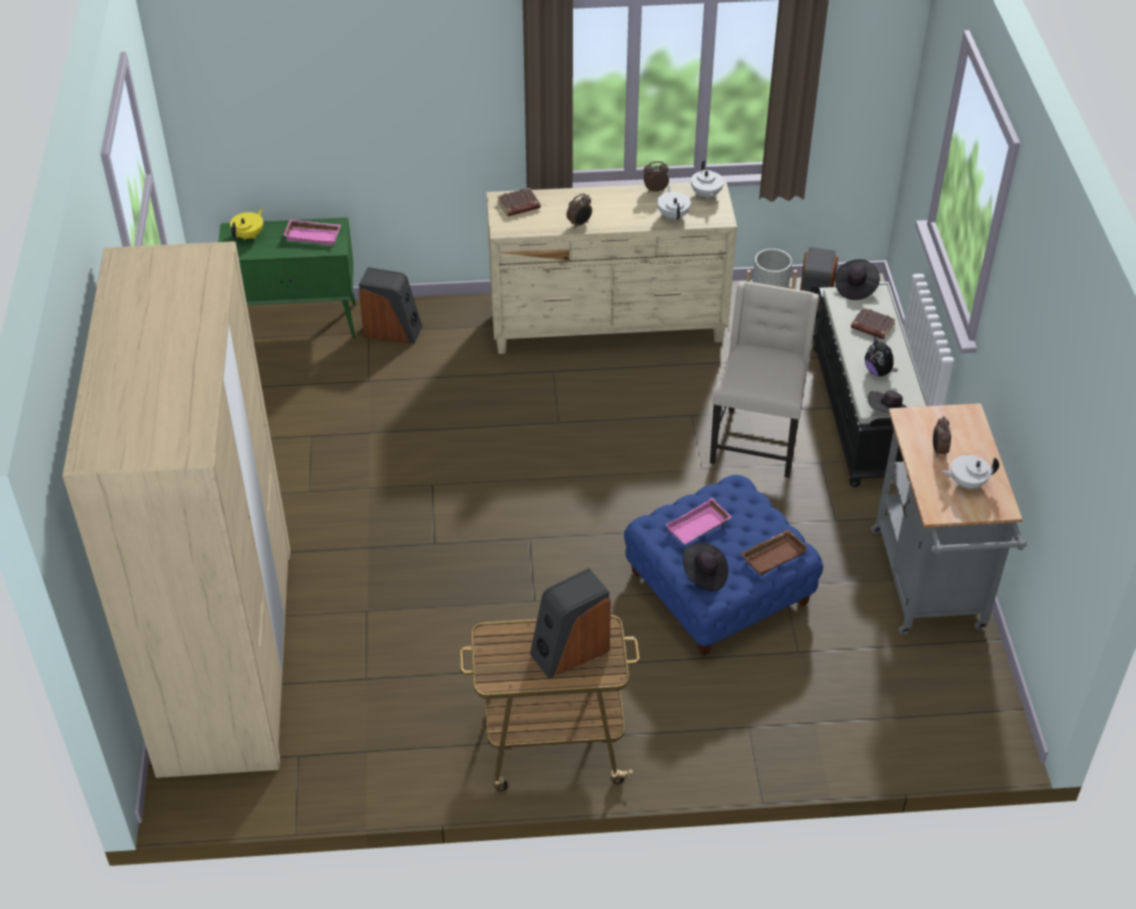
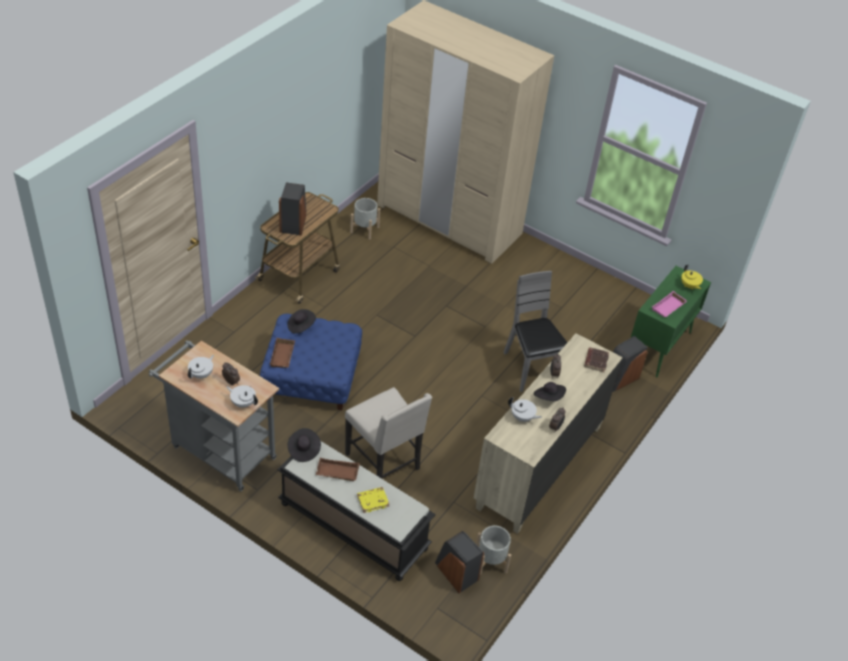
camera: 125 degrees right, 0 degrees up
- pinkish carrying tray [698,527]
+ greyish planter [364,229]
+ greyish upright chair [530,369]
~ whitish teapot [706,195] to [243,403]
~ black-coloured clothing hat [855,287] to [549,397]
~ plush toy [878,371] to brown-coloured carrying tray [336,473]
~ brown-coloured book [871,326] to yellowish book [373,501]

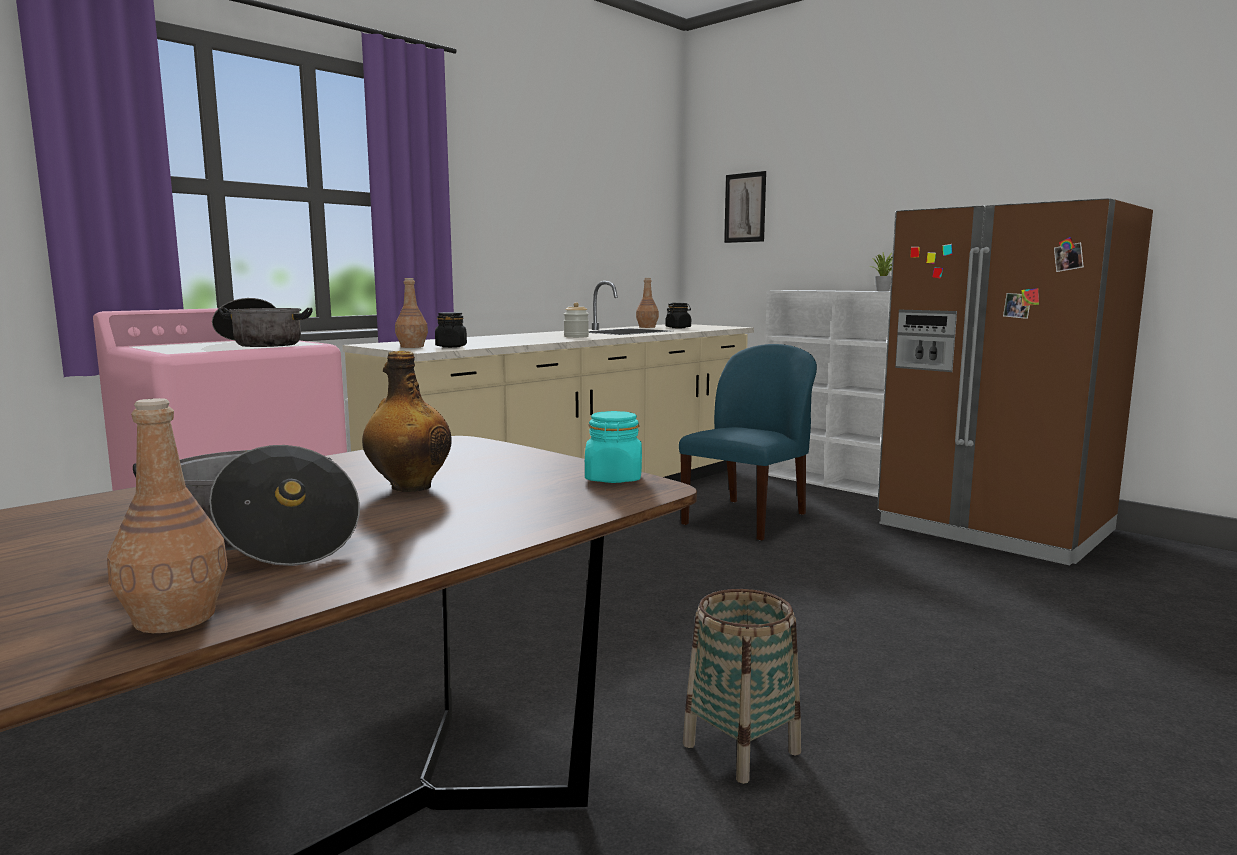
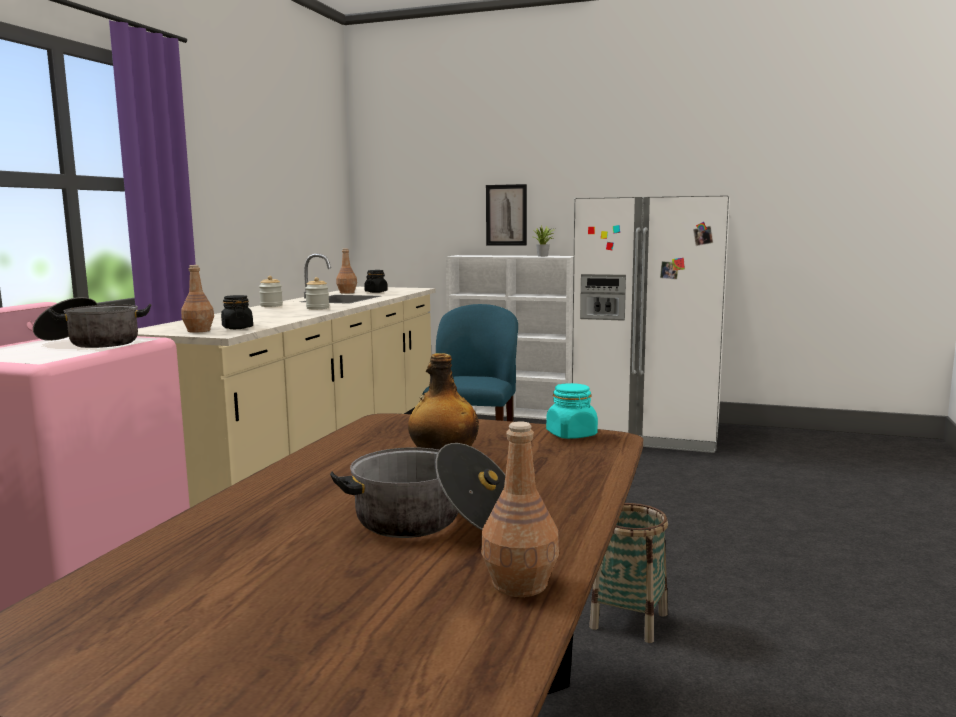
camera: 25 degrees left, 0 degrees up
+ preserve jar [271,306]
~ wall art [745,207] to [506,215]
~ brown-coloured kitchen fridge [994,528] to whitish kitchen fridge [648,433]

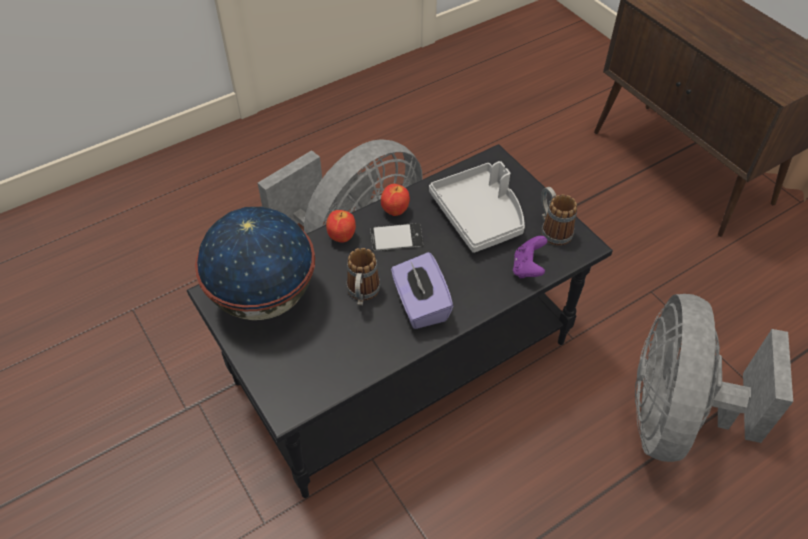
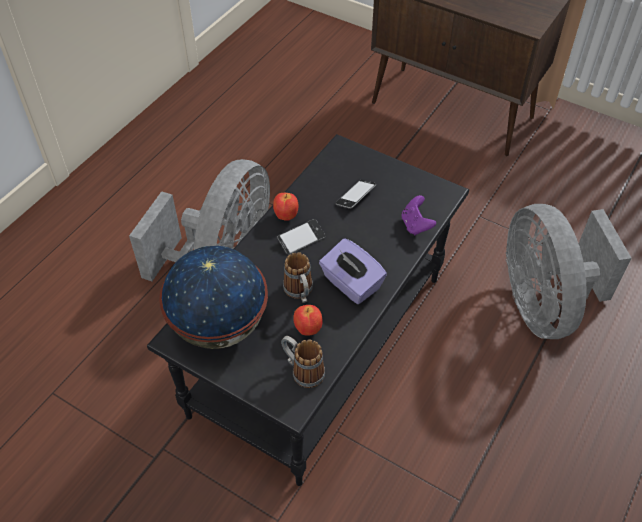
camera: 25 degrees left, 0 degrees up
~ apple [341,237] to [307,329]
~ mug [552,229] to [302,370]
~ greyish carrying tray [479,215] to phone [355,197]

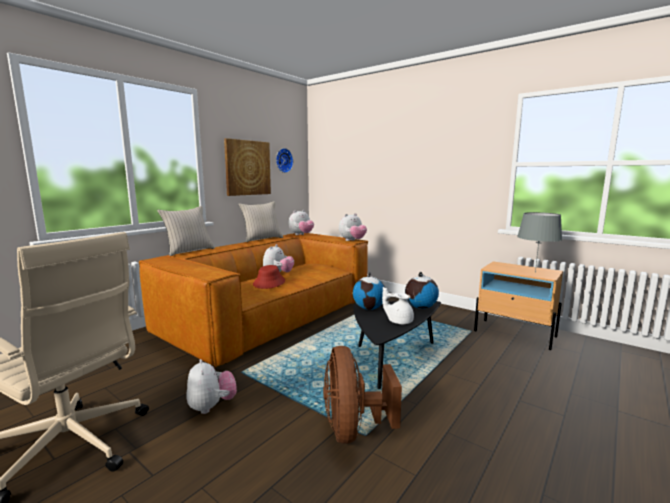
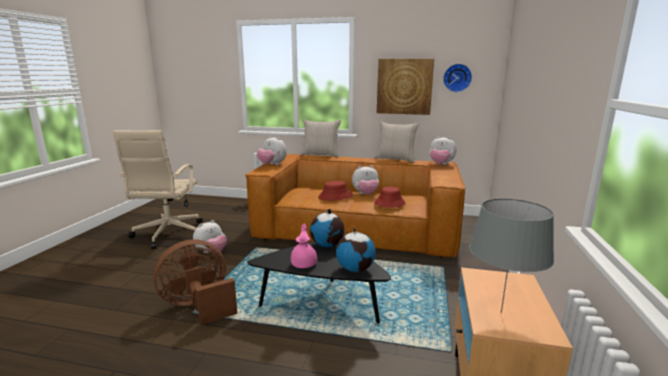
camera: 65 degrees right, 5 degrees up
+ red-coloured clothing hat [389,203]
~ plush toy [352,240] to [272,165]
~ whitish teapot [399,321] to pinkish teapot [304,263]

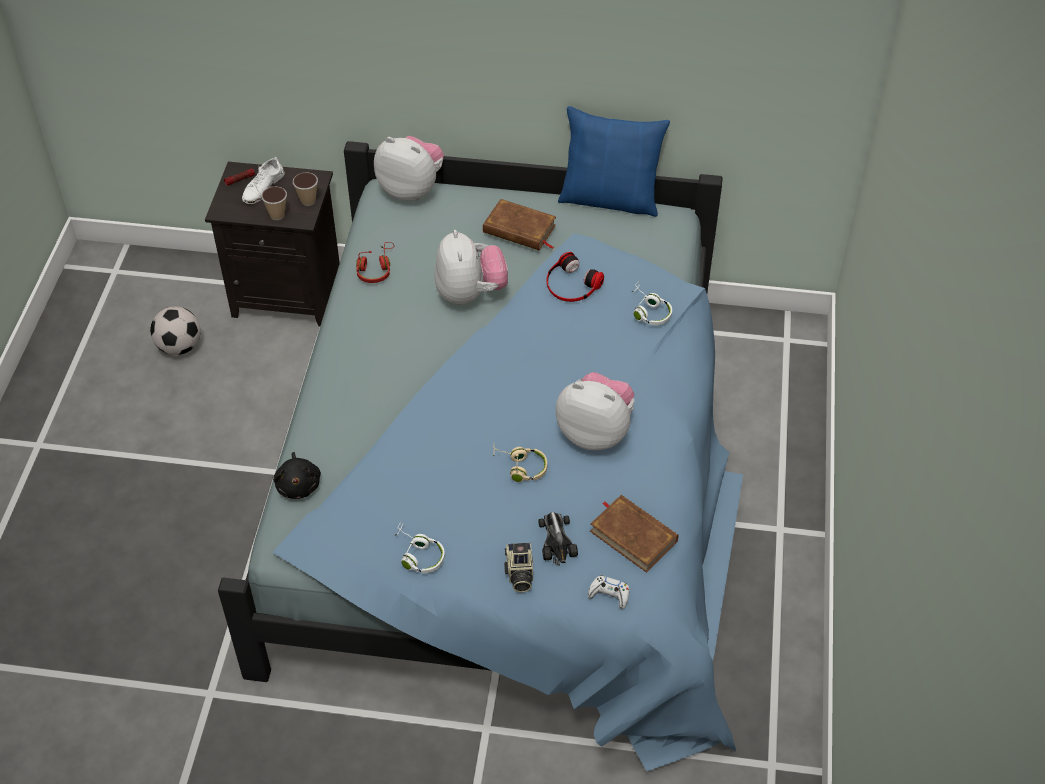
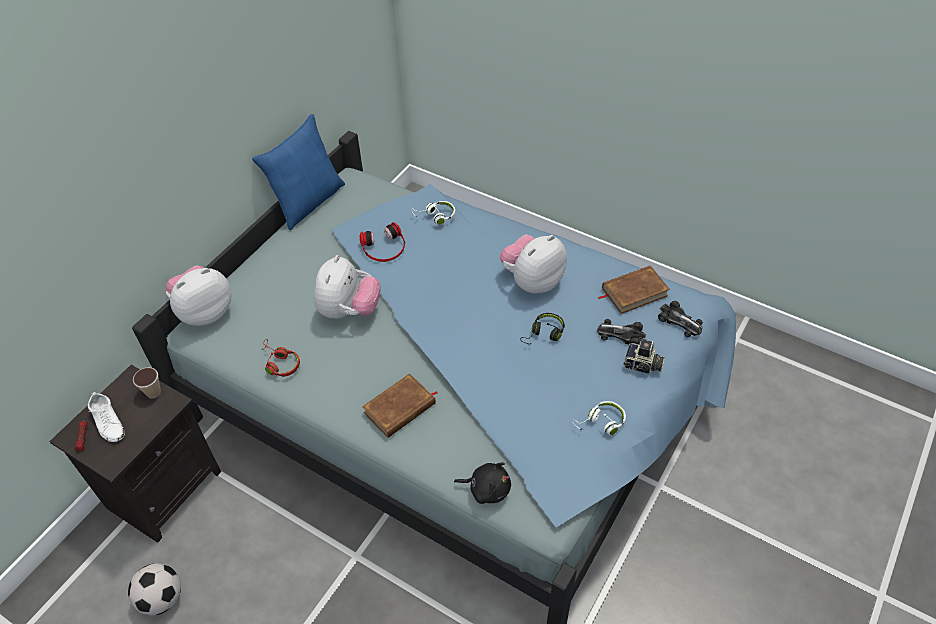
camera: 65 degrees left, 0 degrees up
- drinking cup [277,215]
~ brown-coloured book [519,229] to [400,408]
~ whitish joypad [609,594] to toy car [679,321]
~ beige-coloured headset [520,467] to black-coloured headset [544,334]
~ plush toy [470,293] = [349,310] 90 degrees clockwise

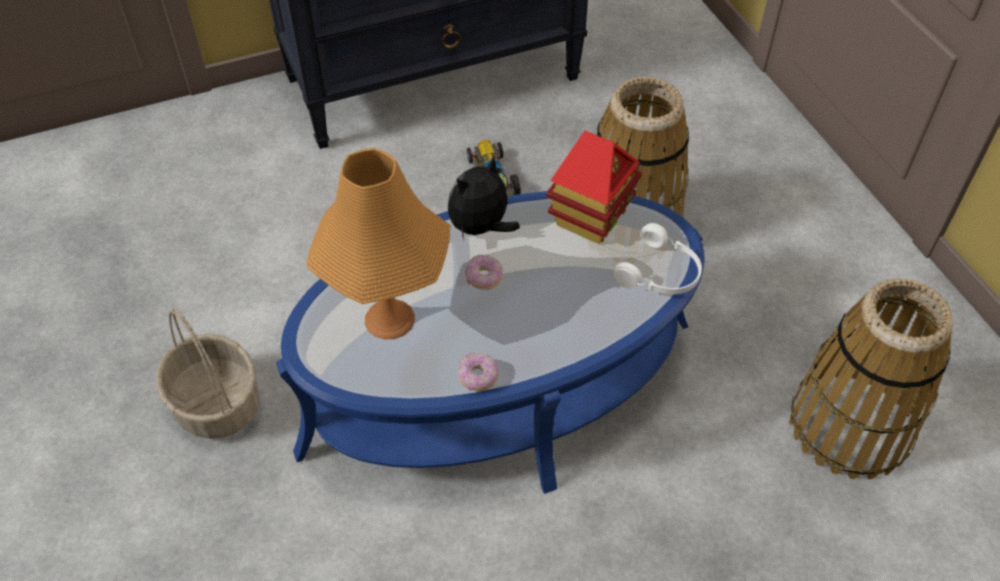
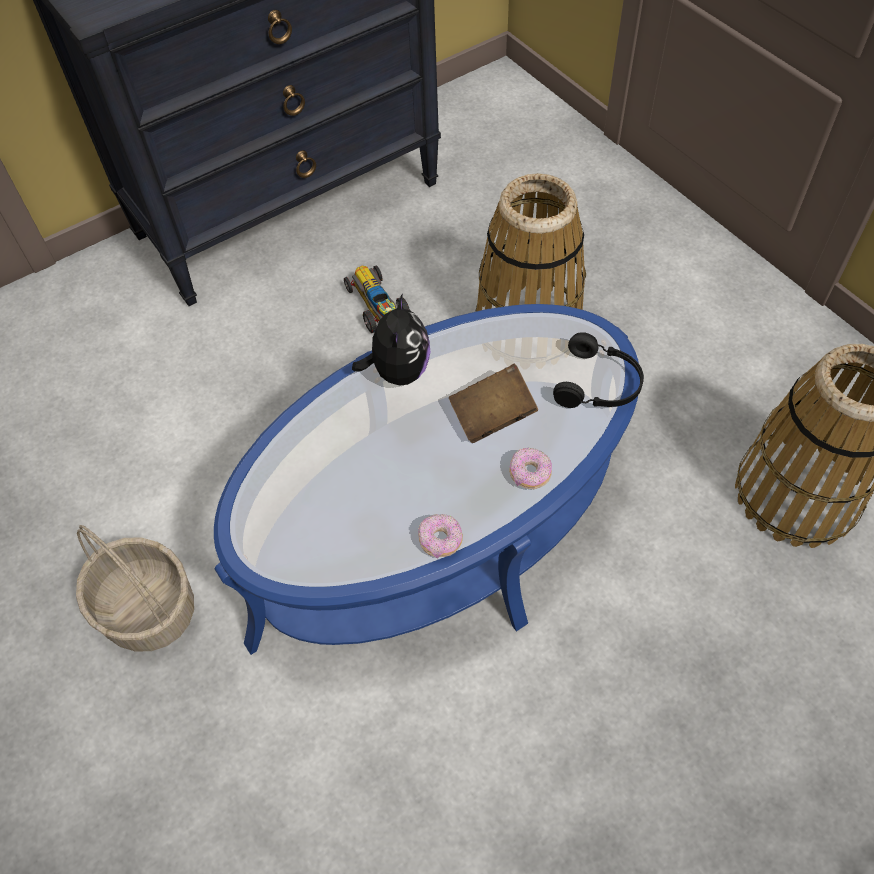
camera: 10 degrees left, 5 degrees up
- orangey tabletop lamp [390,319]
- miniature house [590,217]
+ brown-coloured book [492,415]
~ doughnut [483,278] to [529,474]
~ whitish headset [661,274] to black-coloured headset [599,384]
~ plush toy [481,228] = [398,371] 150 degrees clockwise

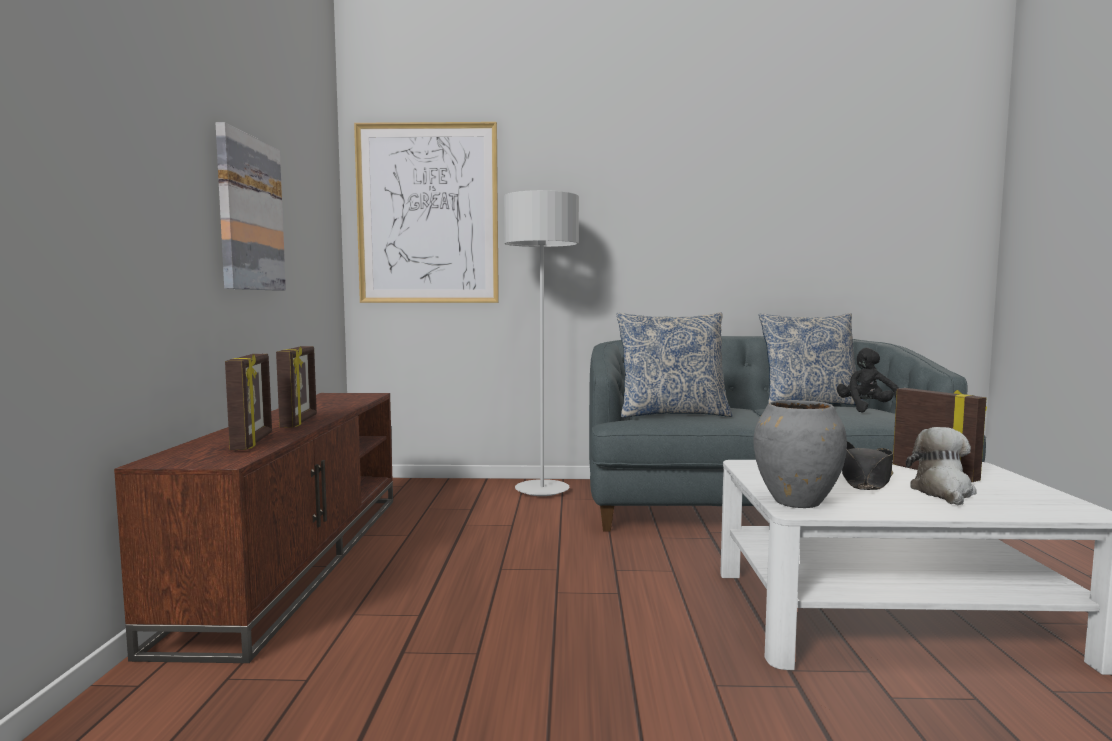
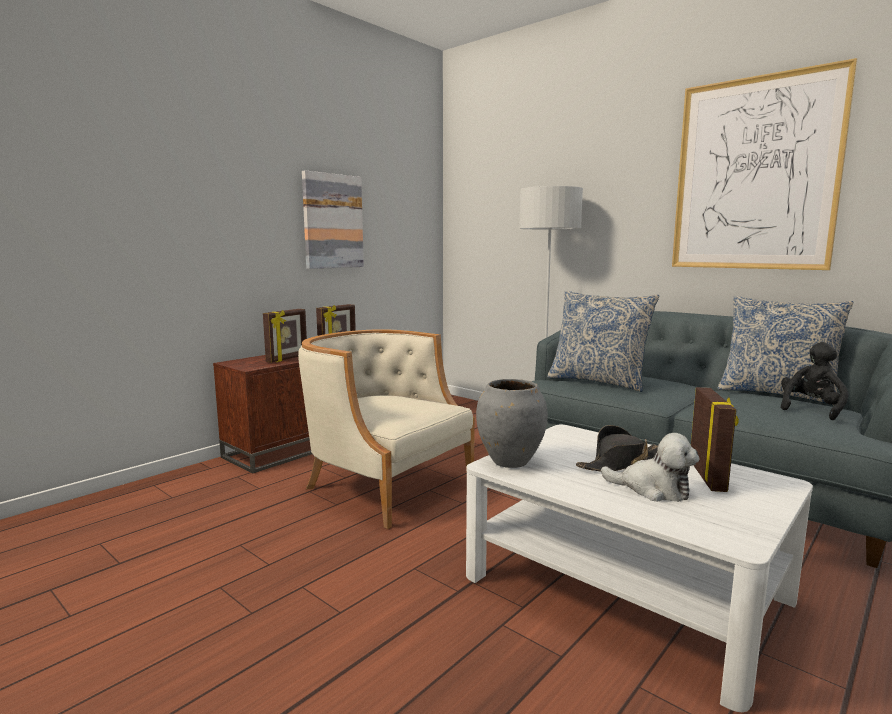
camera: 40 degrees right, 5 degrees up
+ beige-coloured armchair [385,485]
~ wall art [428,214] to [755,175]
~ plush toy [943,492] = [653,489] 60 degrees clockwise

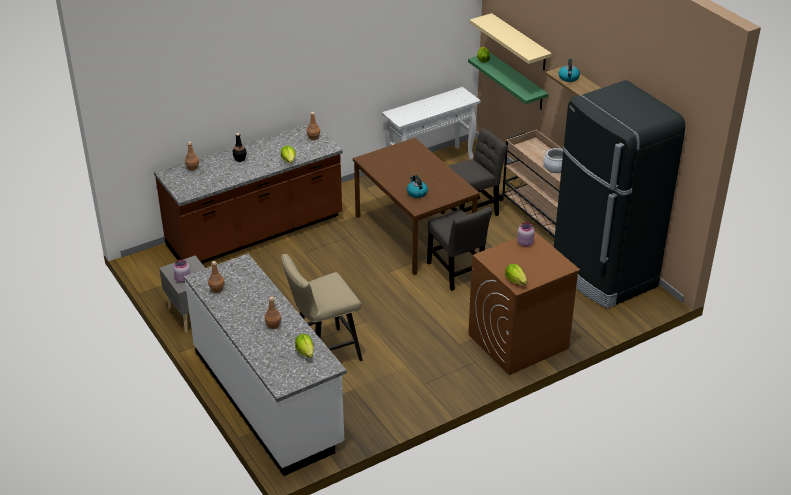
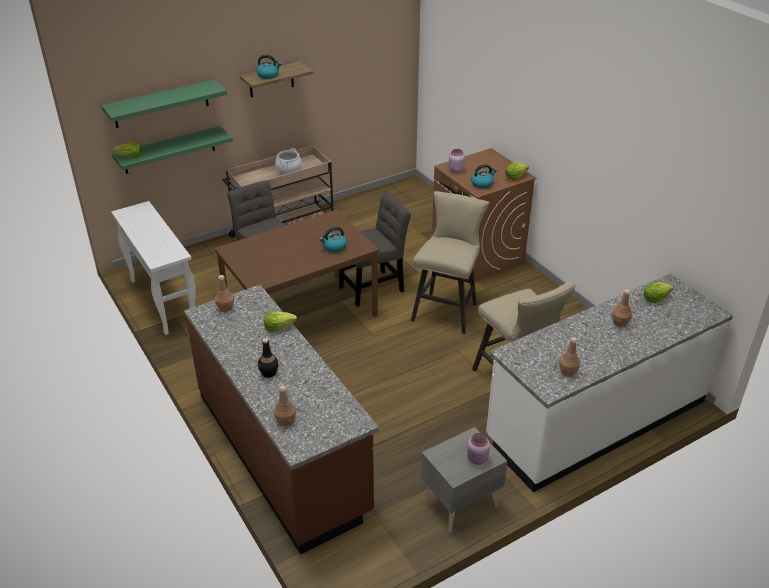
camera: 90 degrees left, 0 degrees up
- black-coloured kitchen fridge [602,275]
+ beige-coloured sitting stool [447,310]
+ kettle [482,184]
~ beige-coloured wall shelf [520,42] to green wall shelf [161,104]

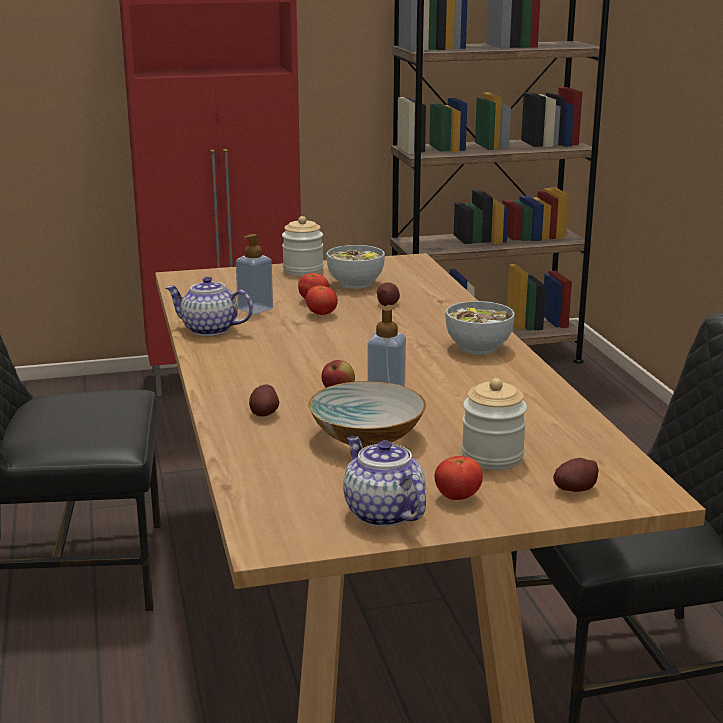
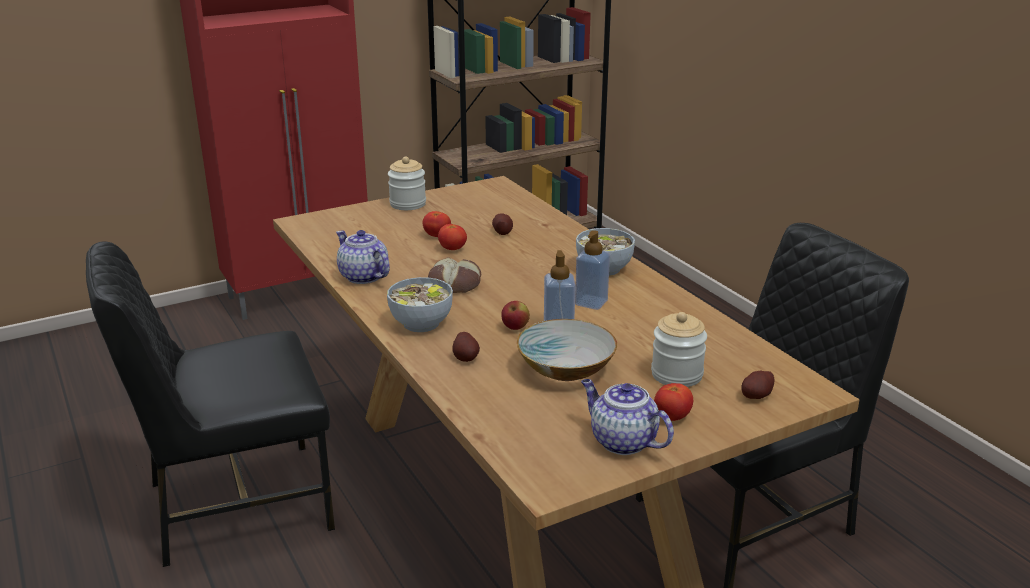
camera: 15 degrees left, 5 degrees up
+ bakery bread [456,283]
~ soap bottle [255,309] to [591,303]
~ deep dish [355,283] to [421,323]
~ teapot [209,330] = [363,276] 45 degrees clockwise

